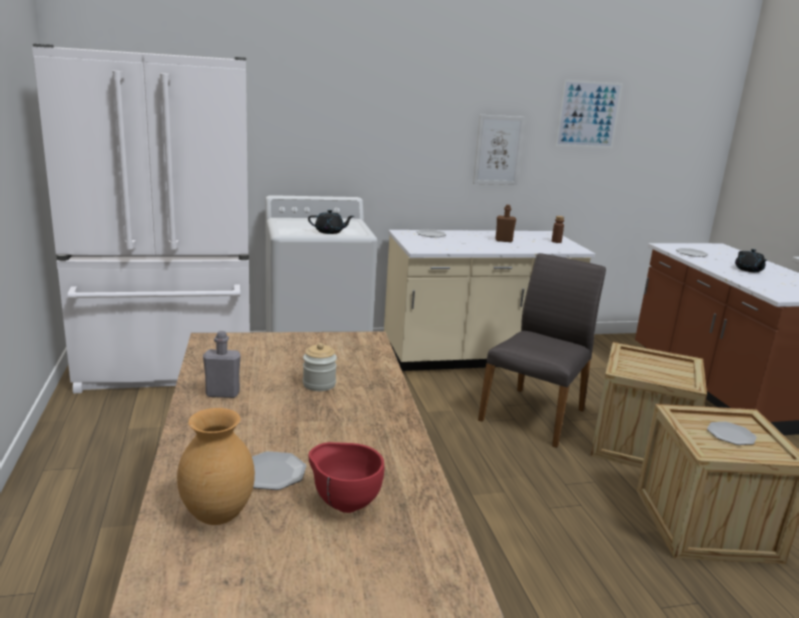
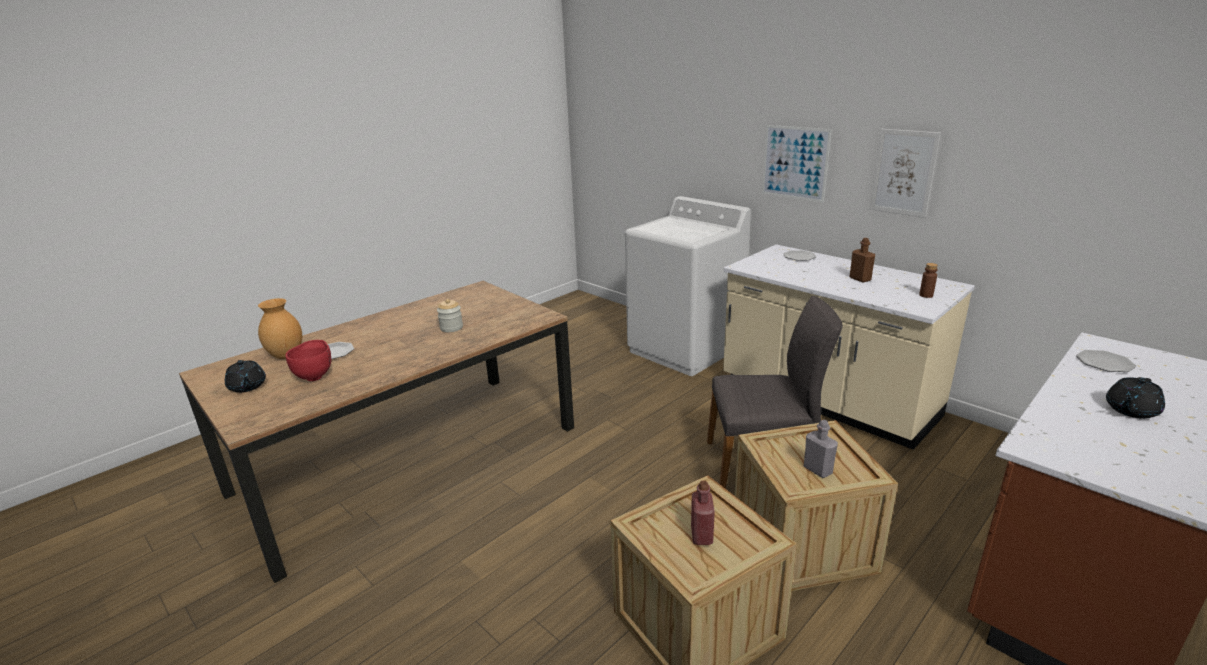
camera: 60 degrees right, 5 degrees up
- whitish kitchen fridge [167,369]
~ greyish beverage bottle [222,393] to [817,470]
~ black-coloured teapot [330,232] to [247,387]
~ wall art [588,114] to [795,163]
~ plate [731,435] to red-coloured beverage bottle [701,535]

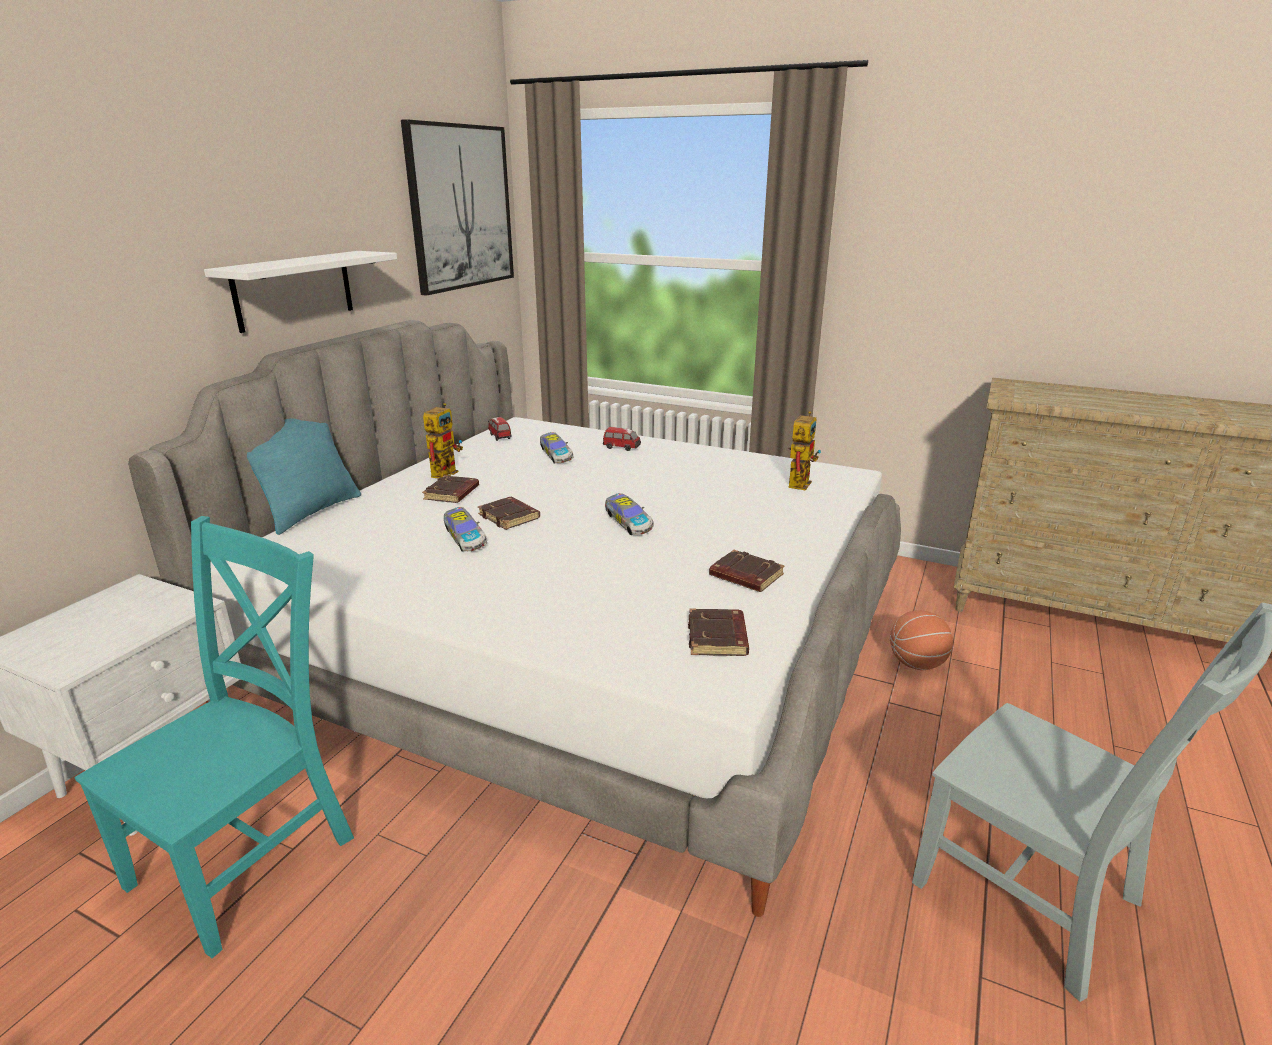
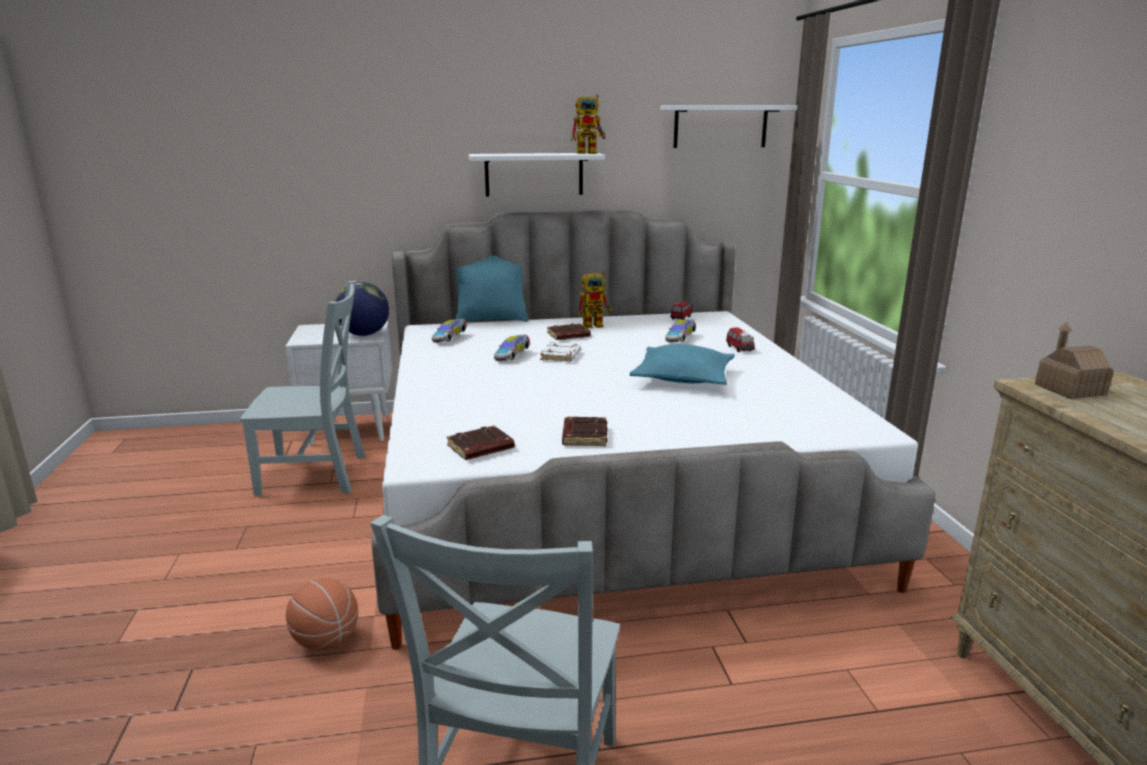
camera: 55 degrees right, 5 degrees down
+ desk globe [364,334]
+ blue-green cushion [683,378]
+ miniature house [1069,389]
~ toy car [627,524] to [450,338]
~ model robot [798,482] to [591,153]
~ basketball [916,664] to [325,641]
~ wall art [461,207] to whitish wall shelf [720,126]
~ blue-green upright chair [251,855] to greyish upright chair [318,475]
~ brown-coloured book [510,517] to whitish book [561,356]

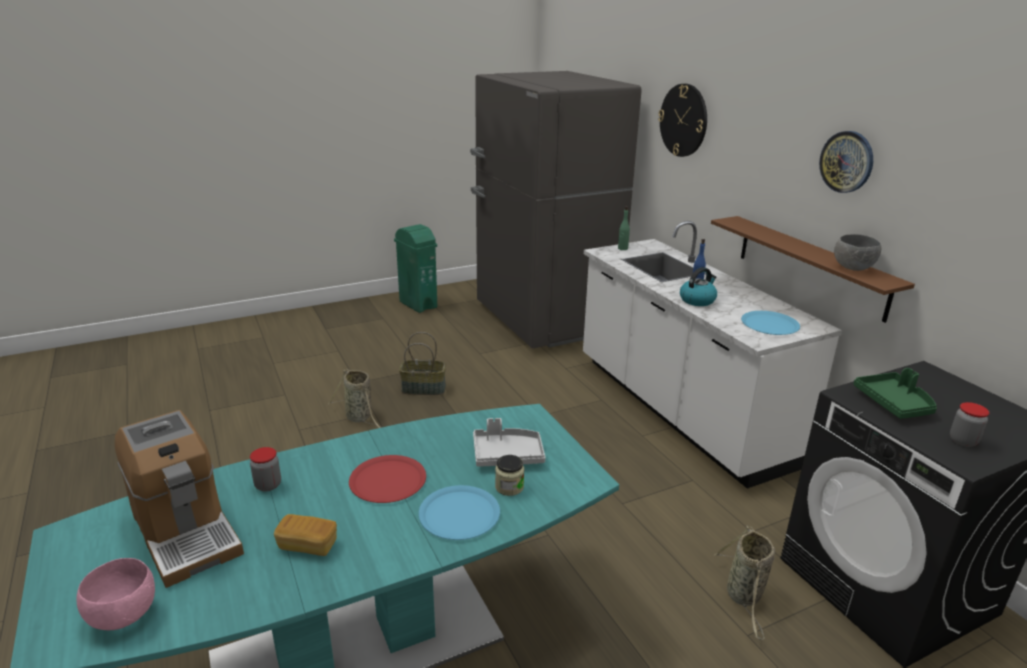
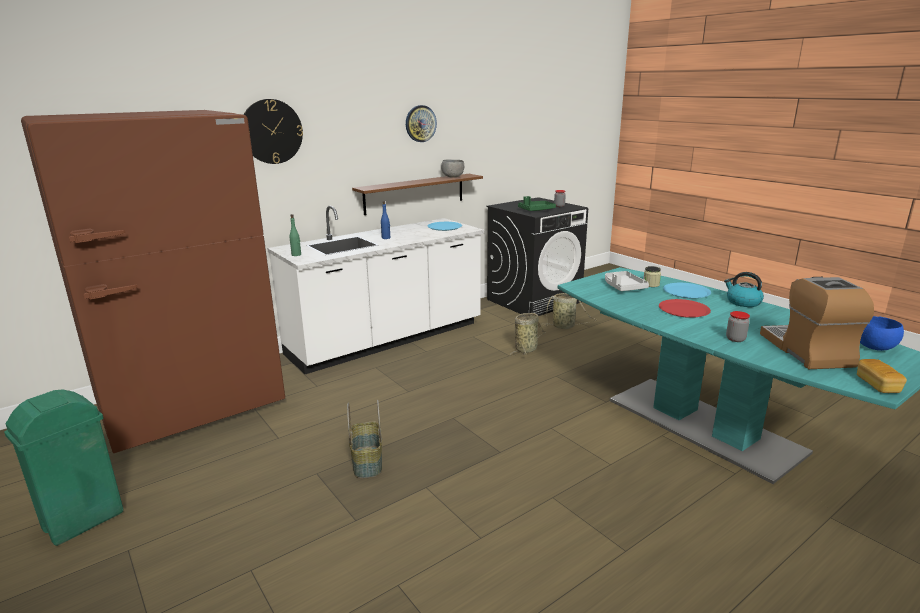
camera: 100 degrees left, 5 degrees down
~ bakery bread [308,545] to [877,385]
~ household basket [360,417] to [527,349]
~ kettle [697,300] to [742,302]
~ pinkish deep dish [124,614] to blue-coloured deep dish [873,348]
~ greyish kitchen fridge [544,320] to brown-coloured kitchen fridge [192,406]
~ coffee machine [186,532] = [807,351] 45 degrees counterclockwise

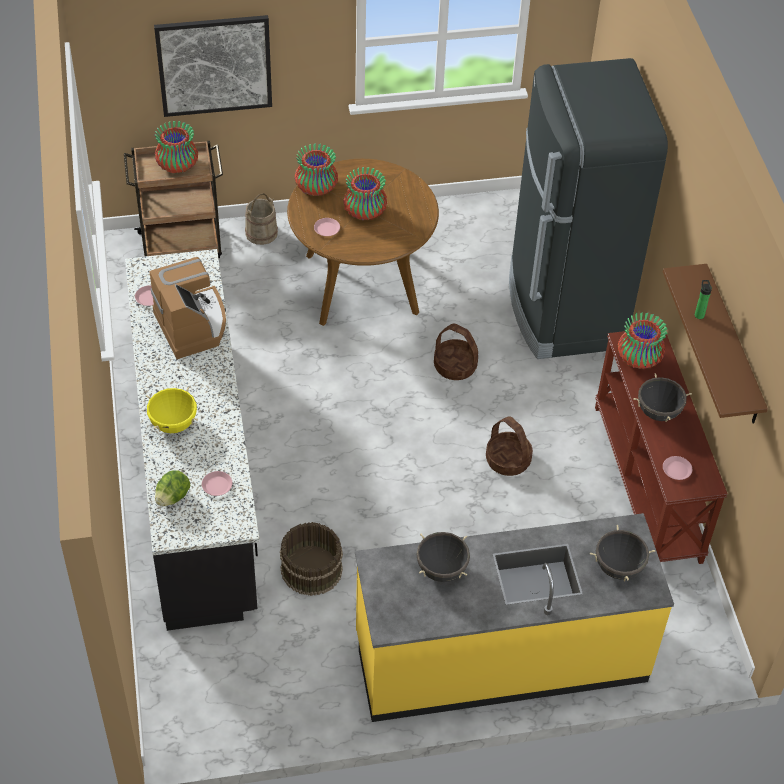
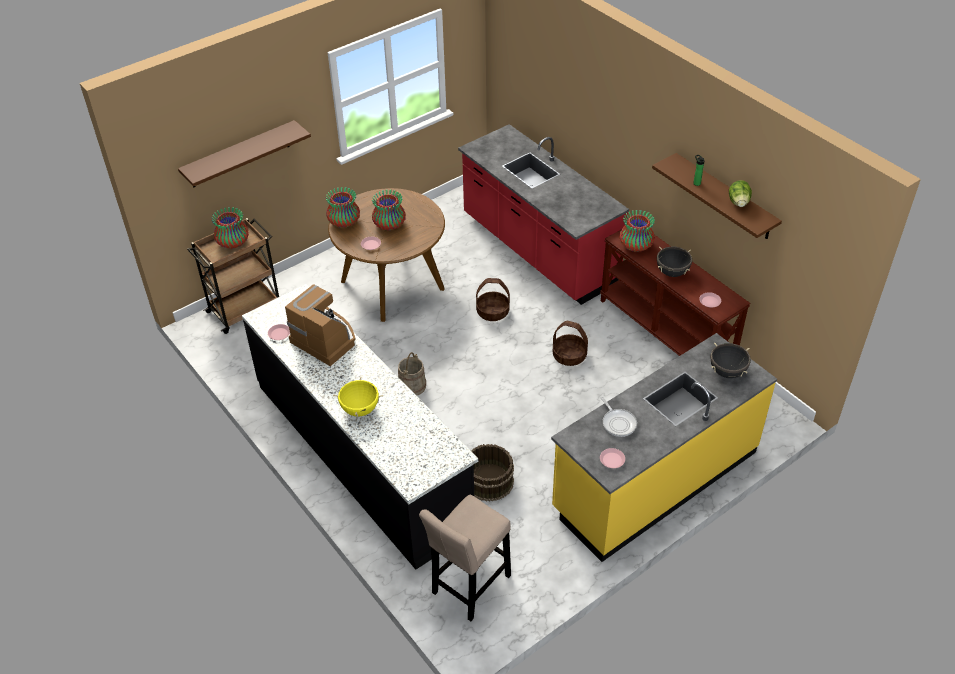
camera: 25 degrees left, 5 degrees down
+ beige-coloured sitting stool [469,588]
~ head of lettuce [173,497] to [738,202]
~ pinkish plate [217,485] to [612,460]
~ beige-coloured water bucket [261,233] to [412,386]
~ wall art [214,65] to brown-coloured wall shelf [239,154]
~ black-coloured stockpot [442,570] to frying pan [618,423]
~ black-coloured kitchen fridge [564,310] to red-coloured counter [538,250]

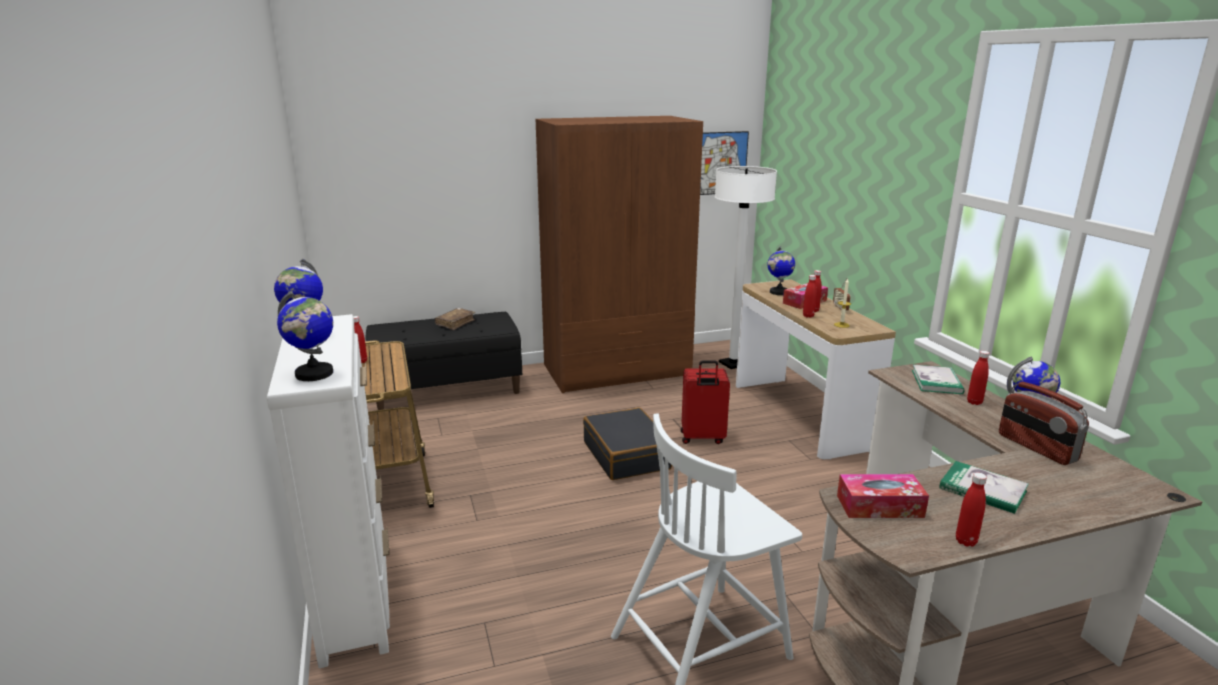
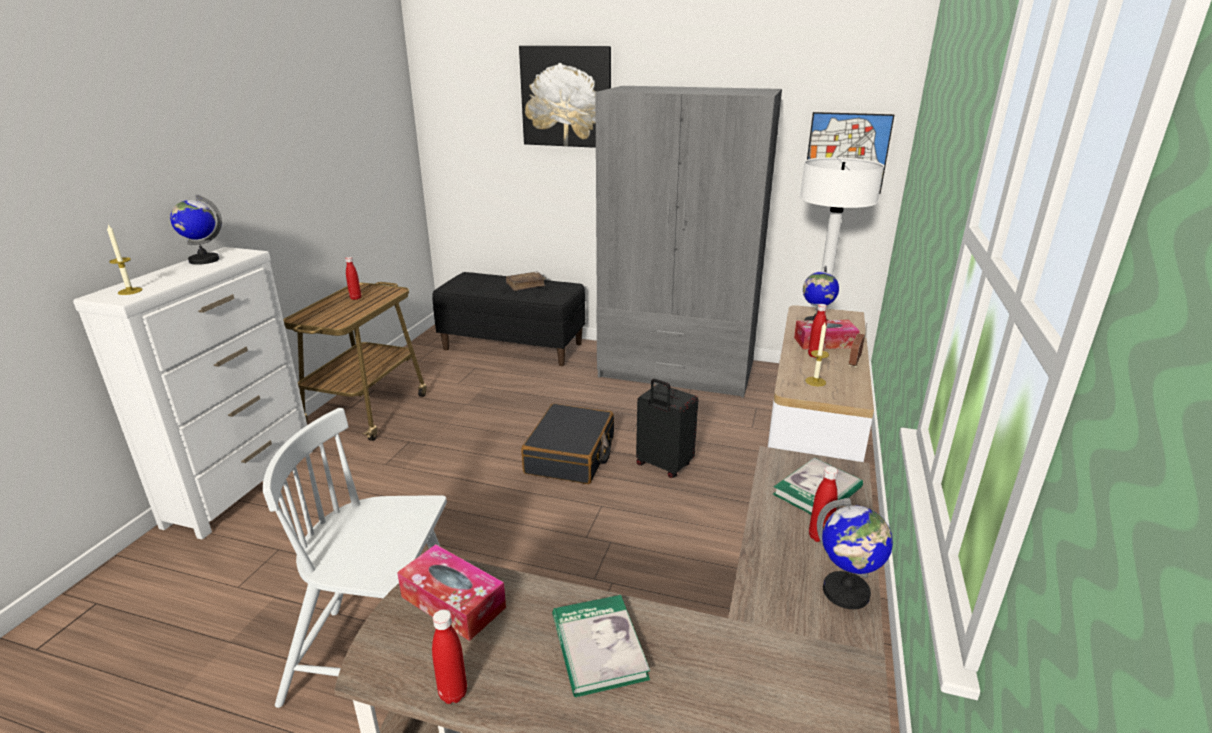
camera: 35 degrees right, 5 degrees up
- red-coloured beverage bottle [808,316]
- radio [1036,448]
+ wall art [566,97]
~ desk globe [314,374] to candle [130,291]
~ brown-coloured wardrobe [617,370] to greyish wardrobe [677,370]
~ red-coloured piece of luggage [702,438] to black-coloured piece of luggage [663,466]

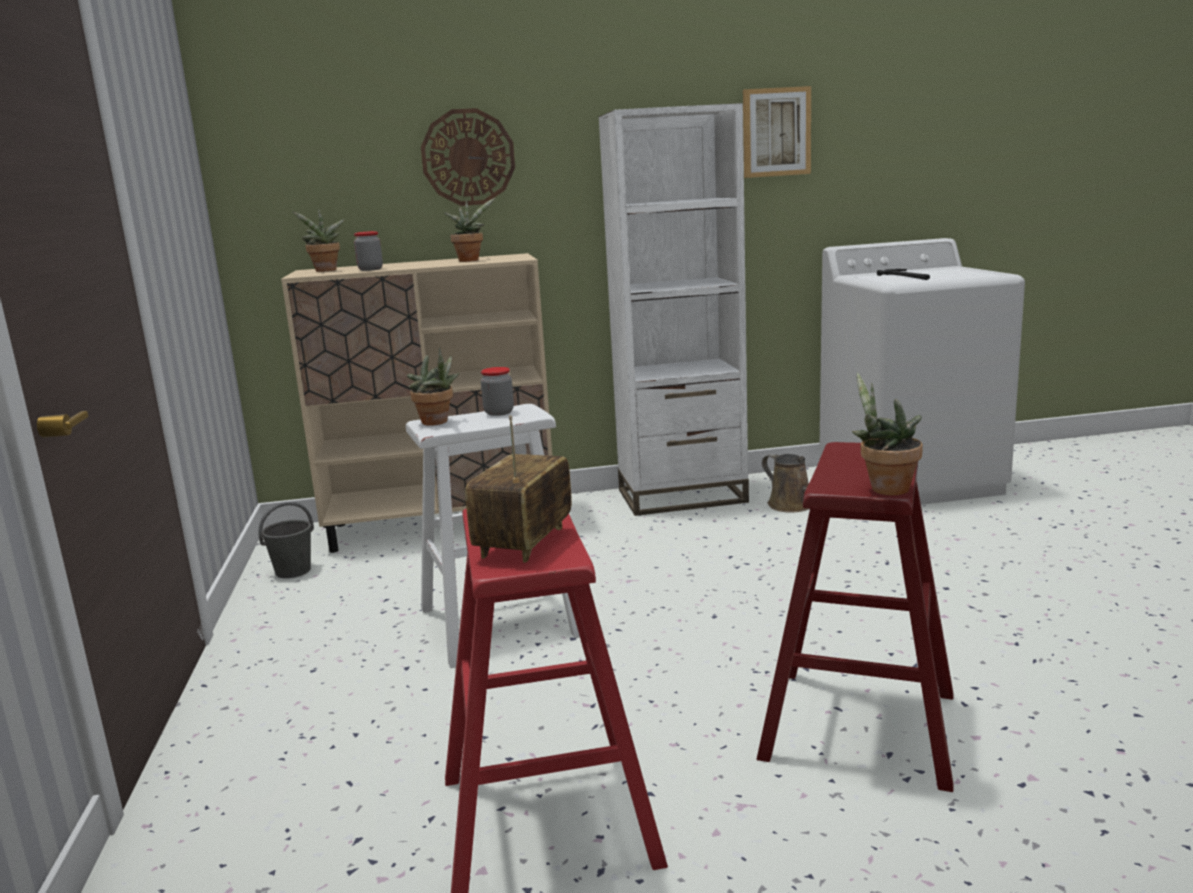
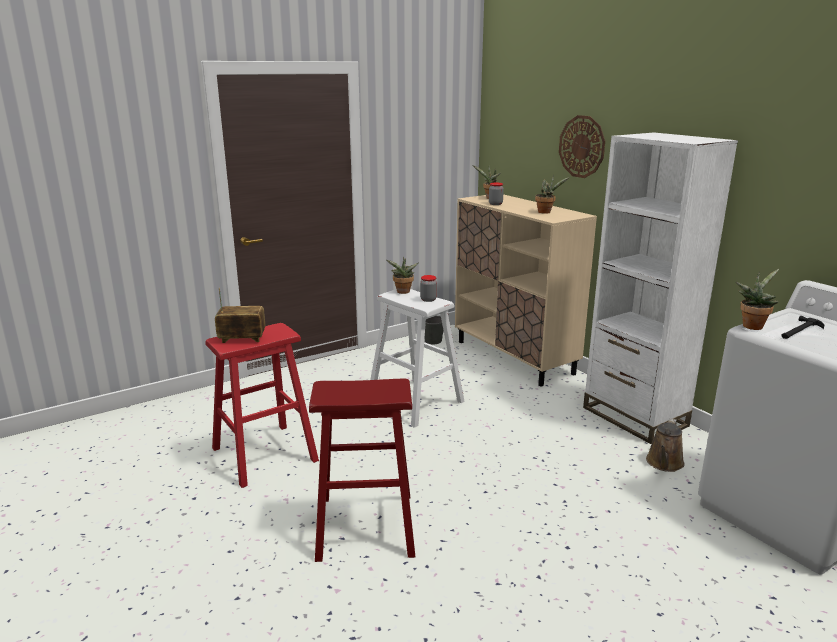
camera: 65 degrees right, 5 degrees up
- wall art [776,132]
~ plant in a pot [884,488] to [752,325]

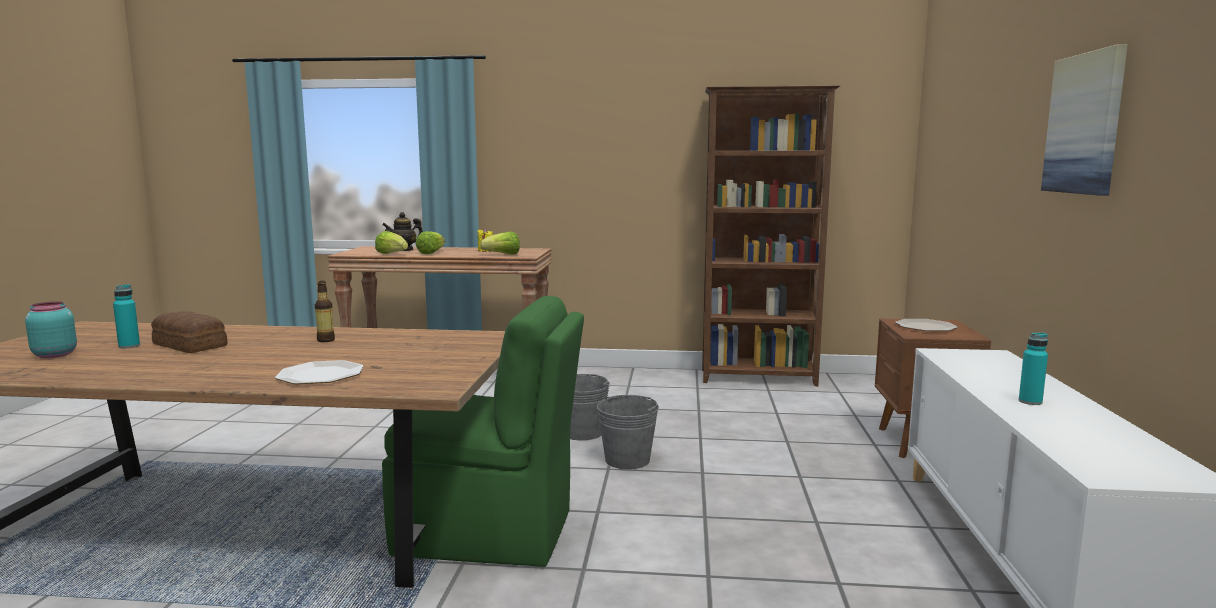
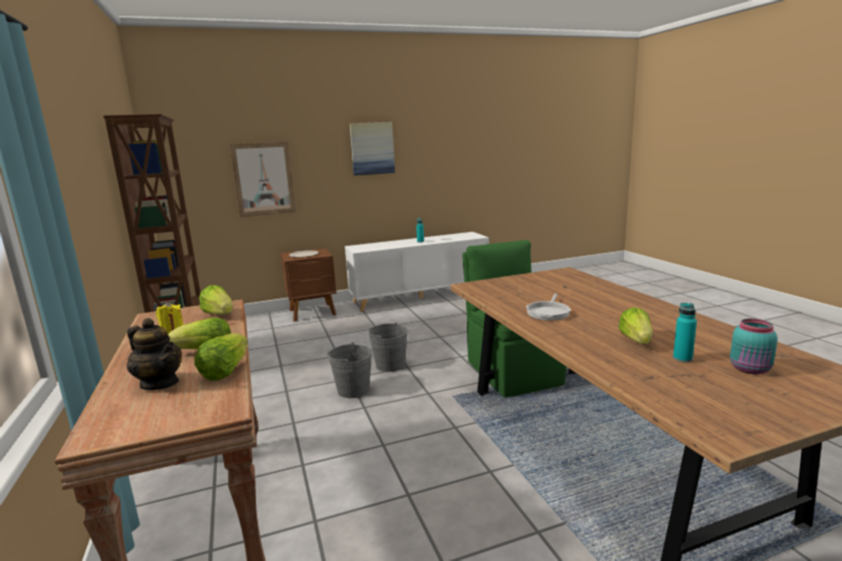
camera: 115 degrees left, 5 degrees up
- plate [319,375]
+ wall art [263,179]
~ bakery bread [189,345] to head of lettuce [636,340]
~ beverage bottle [326,340] to frying pan [548,312]

